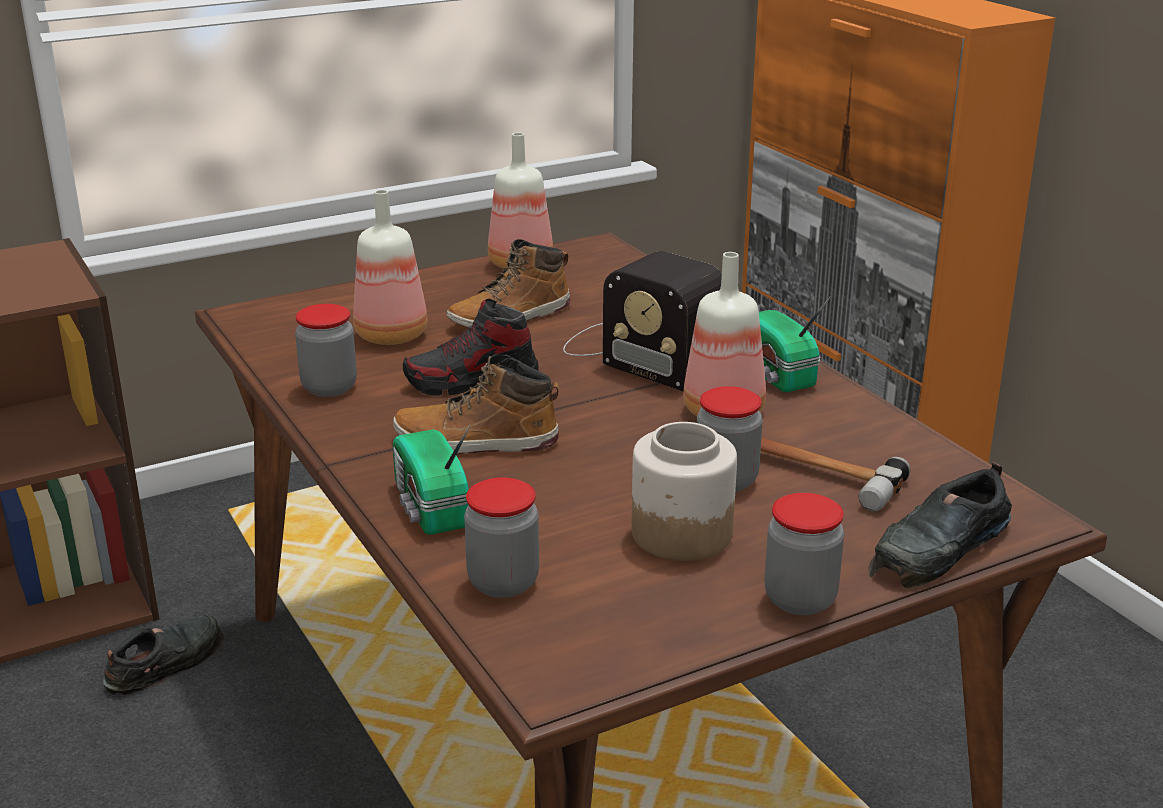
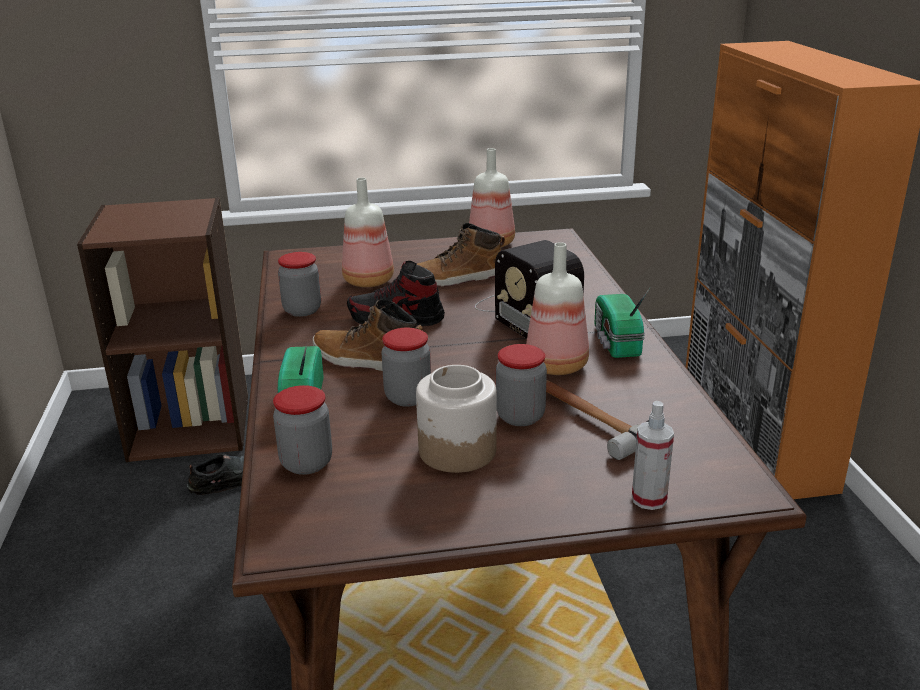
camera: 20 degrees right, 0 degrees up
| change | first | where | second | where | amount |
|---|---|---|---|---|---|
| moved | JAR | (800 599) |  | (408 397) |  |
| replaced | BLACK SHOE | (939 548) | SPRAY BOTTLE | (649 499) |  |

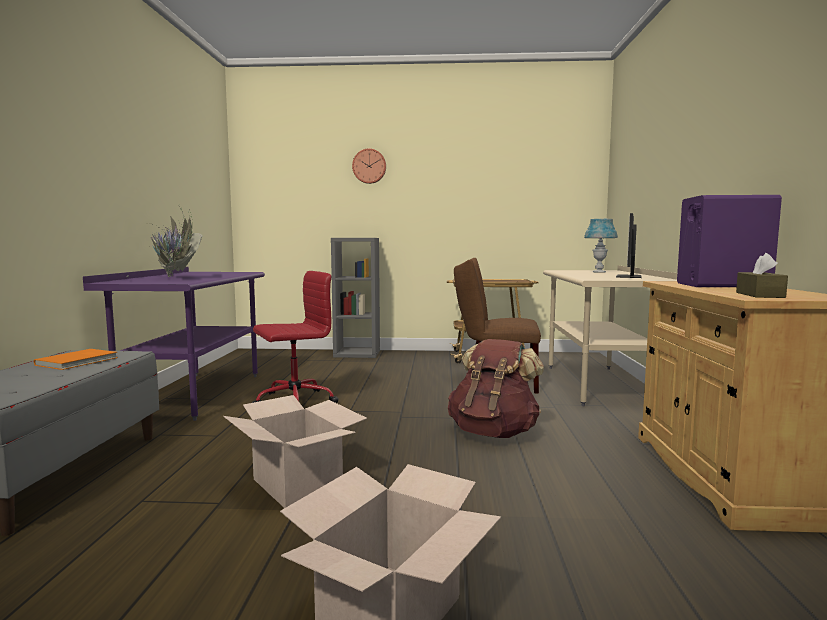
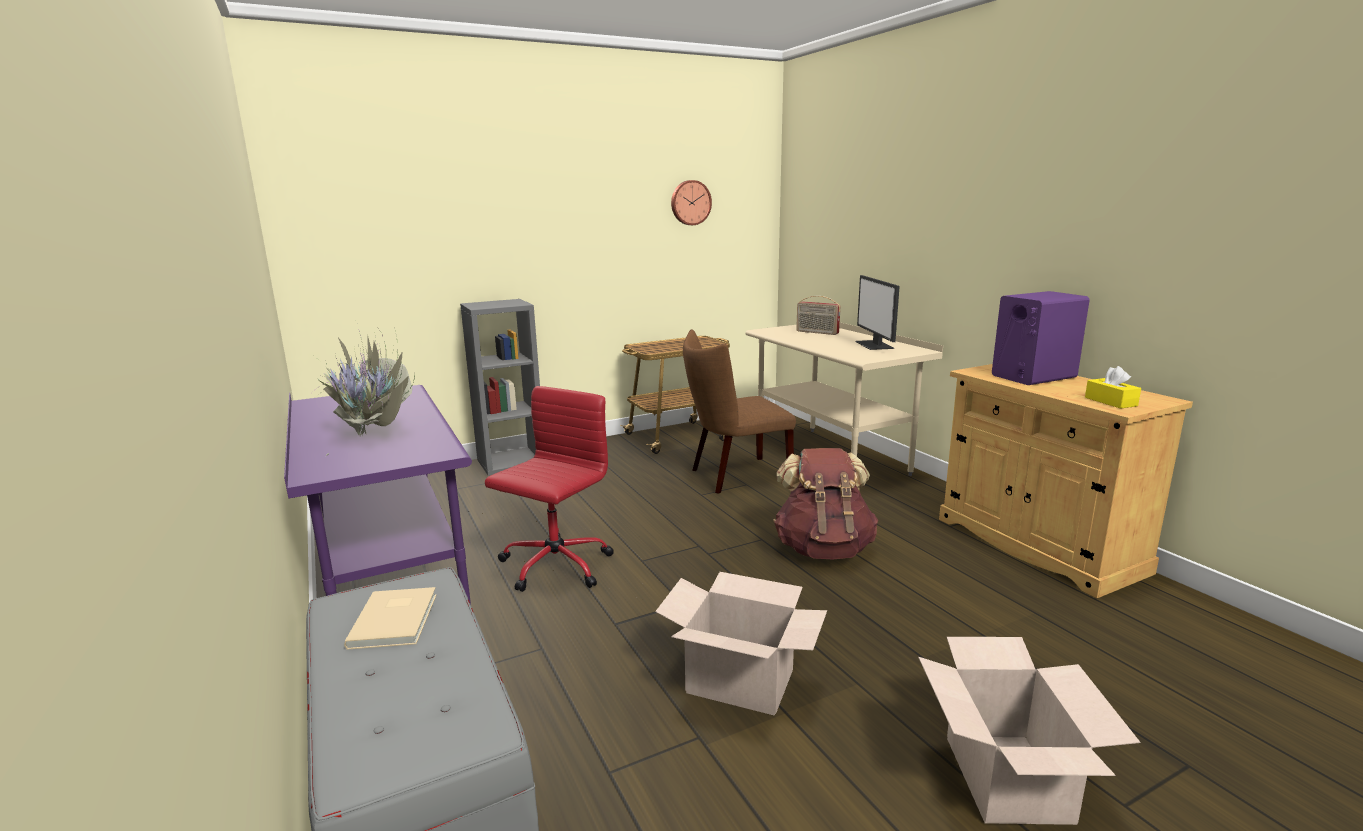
camera: 30 degrees left, 10 degrees up
| change | first | where | second | where | amount |
|---|---|---|---|---|---|
| moved | WALL CLOCK | (369 166) |  | (690 202) |  |
| replaced | BLUE TABLE LAMP | (599 272) | RADIO | (817 332) |  |
| recoloured | ORANGE BOOK | (79 361) | BEIGE BOOK | (397 619) |  |
| recoloured | BROWN TISSUE BOX | (759 295) | YELLOW TISSUE BOX | (1110 401) |  |

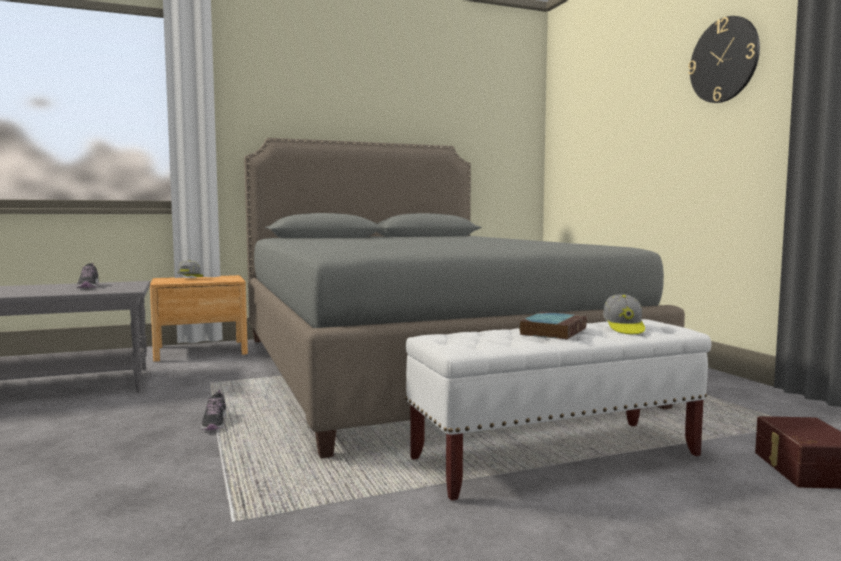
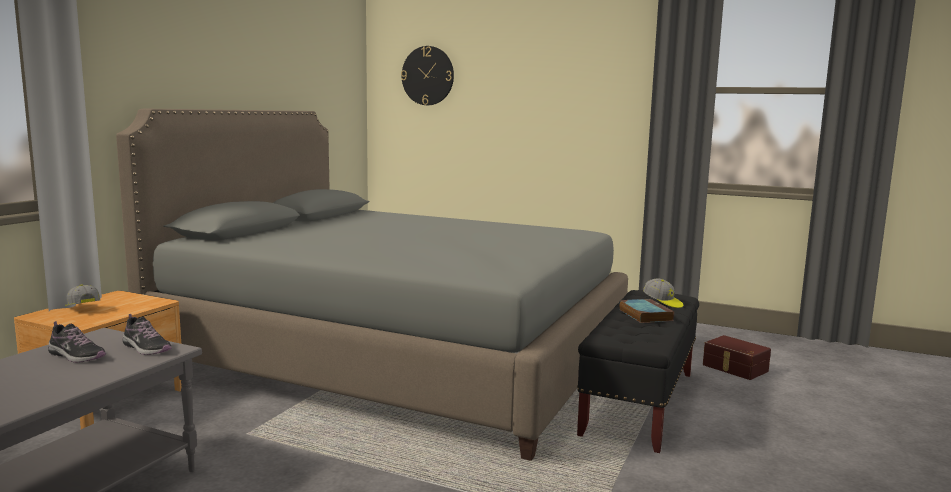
camera: 45 degrees left, 5 degrees up
| change | first | where | second | where | amount |
|---|---|---|---|---|---|
| moved | SHOE | (214 423) |  | (146 348) |  |
| moved | WALL CLOCK | (724 60) |  | (427 75) |  |
| recoloured | WHITE BENCH | (556 457) | BLACK BENCH | (639 403) |  |

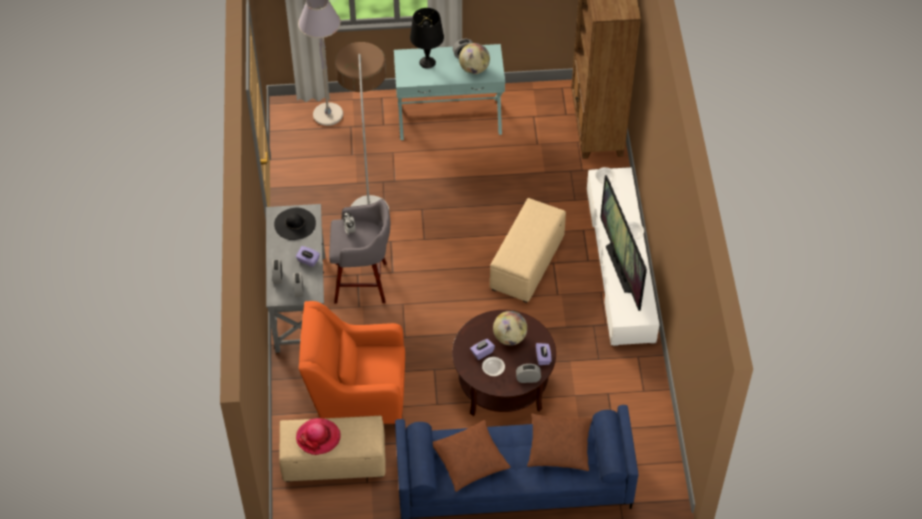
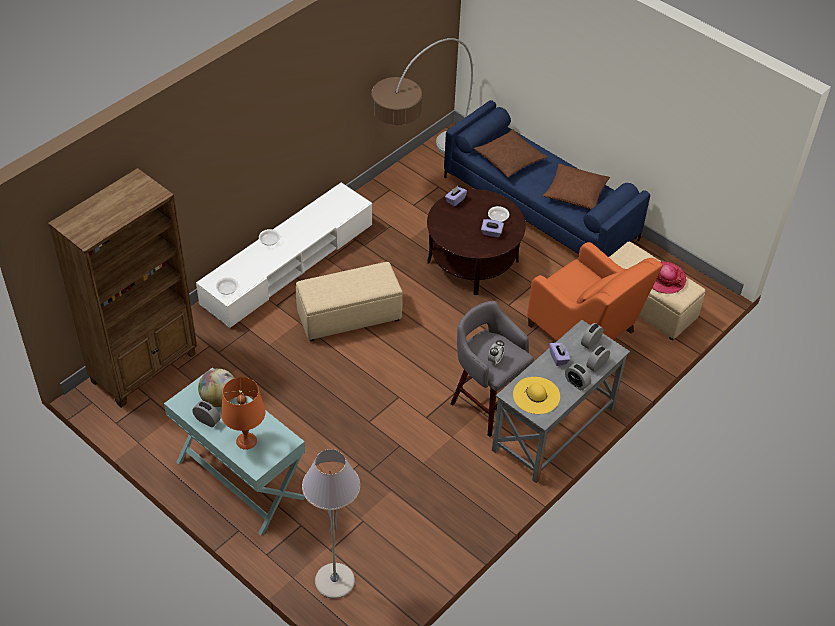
camera: 135 degrees left, 5 degrees down
| change | first | where | second | where | amount |
|---|---|---|---|---|---|
| removed | GLOBE | (509 337) |  |  |  |
| removed | TELEVISION | (621 267) |  |  |  |
| moved | FLOOR LAMP | (367 171) |  | (420 169) |  |
| moved | ALARM CLOCK | (528 379) |  | (576 383) |  |
| recoloured | BLACK HAT | (295 224) | YELLOW HAT | (536 395) |  |
| recoloured | BLACK TABLE LAMP | (427 62) | ORANGE TABLE LAMP | (247 441) |  |

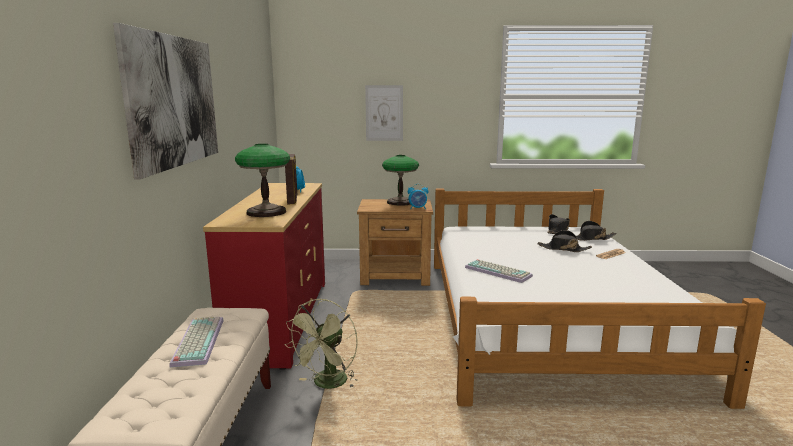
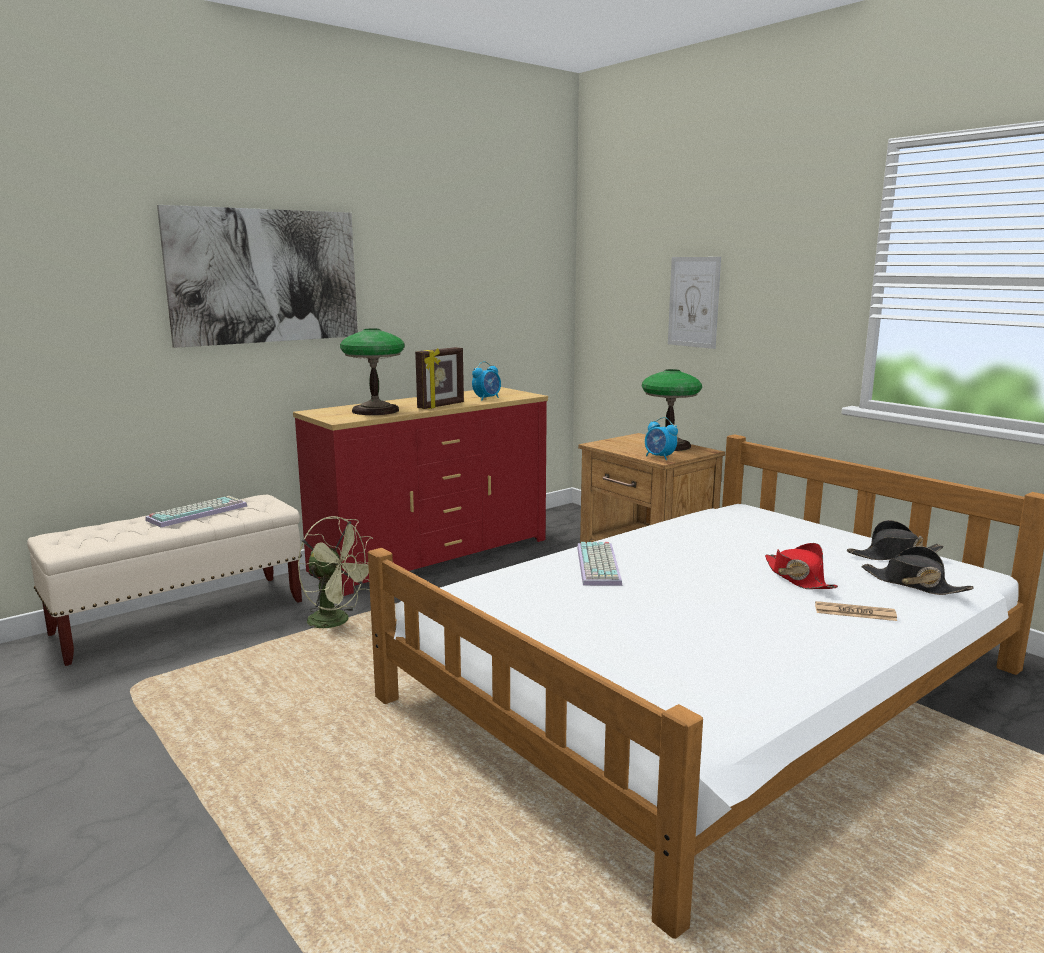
camera: 50 degrees right, 0 degrees up
| change | first | where | second | where | amount |
|---|---|---|---|---|---|
| recoloured | BLACK HAT | (563 249) | RED HAT | (797 578) |  |
| turned | GREEN FAN | (327 384) |  | (337 622) | 135 degrees counterclockwise |

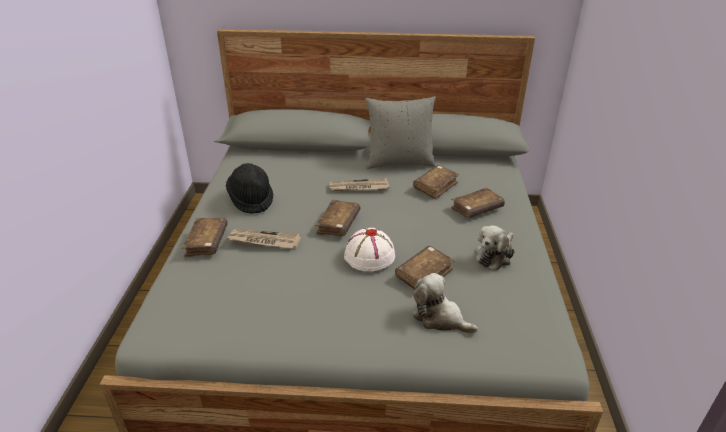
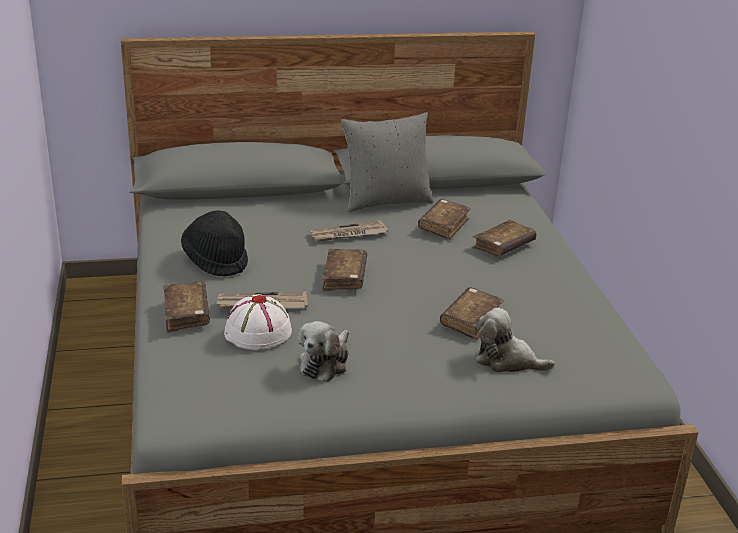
camera: 15 degrees left, 5 degrees down
| change | first | where | second | where | amount |
|---|---|---|---|---|---|
| moved | WHITE HAT | (369 256) |  | (257 332) |  |
| moved | PLUSH TOY | (495 255) |  | (325 363) |  |

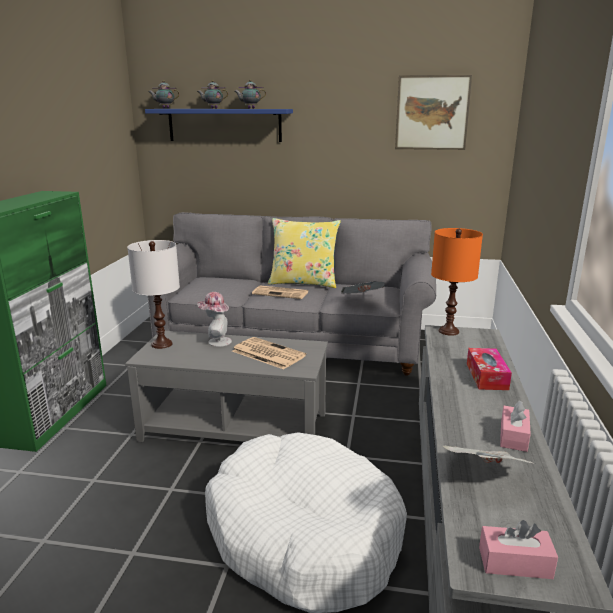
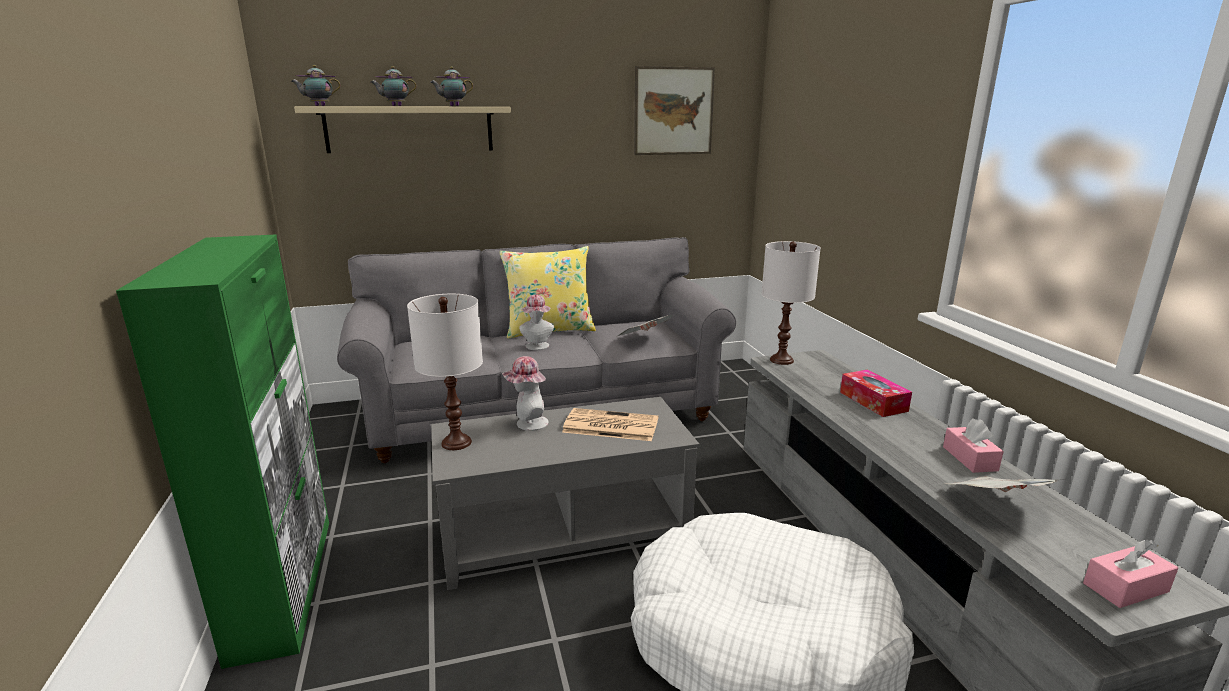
camera: 25 degrees left, 0 degrees up
| change | first | where | second | where | amount |
|---|---|---|---|---|---|
| replaced | NEWSPAPER | (281 293) | HAT | (537 347) |  |
| recoloured | BLUE SHELF | (224 125) | BEIGE SHELF | (410 129) |  |
| recoloured | ORANGE TABLE LAMP | (449 331) | WHITE TABLE LAMP | (782 360) |  |

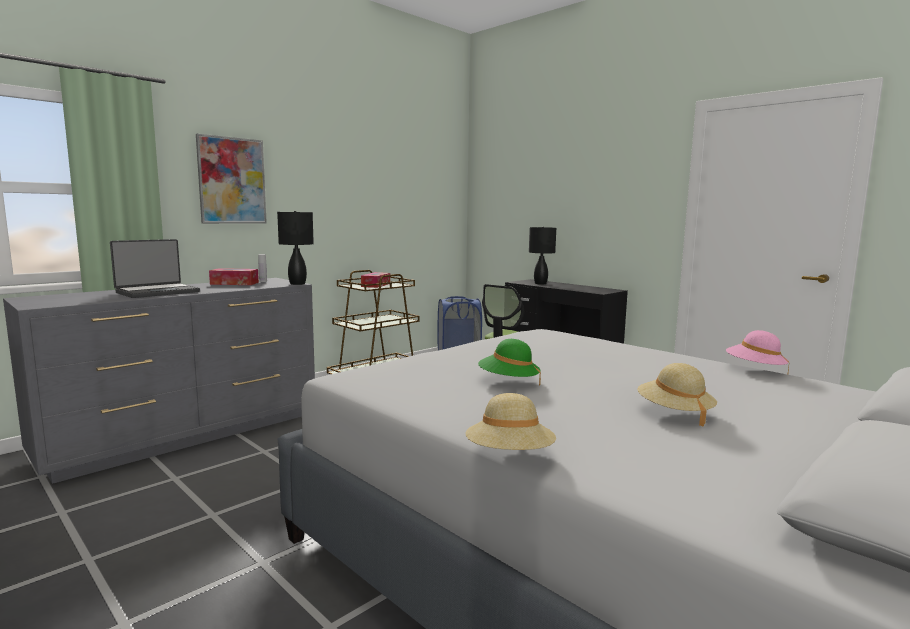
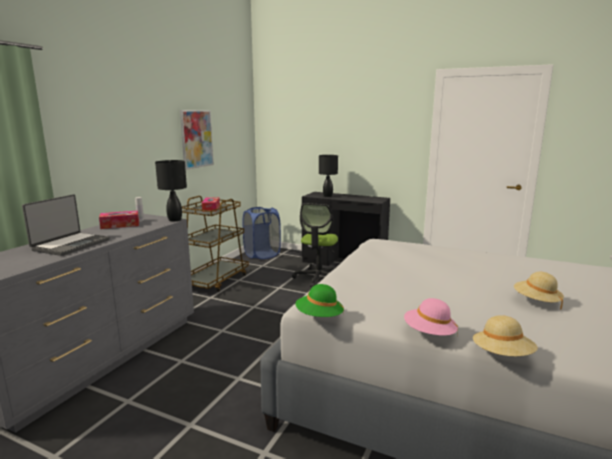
camera: 20 degrees left, 5 degrees up
| change | first | where | second | where | amount |
|---|---|---|---|---|---|
| moved | PICTURE | (232 181) |  | (196 139) |  |
| moved | GREEN HAT | (508 382) |  | (319 317) |  |
| moved | PINK HAT | (755 369) |  | (429 334) |  |

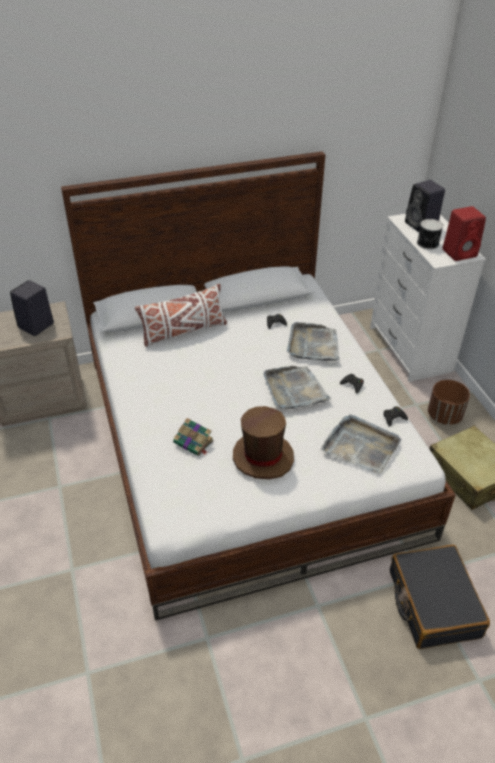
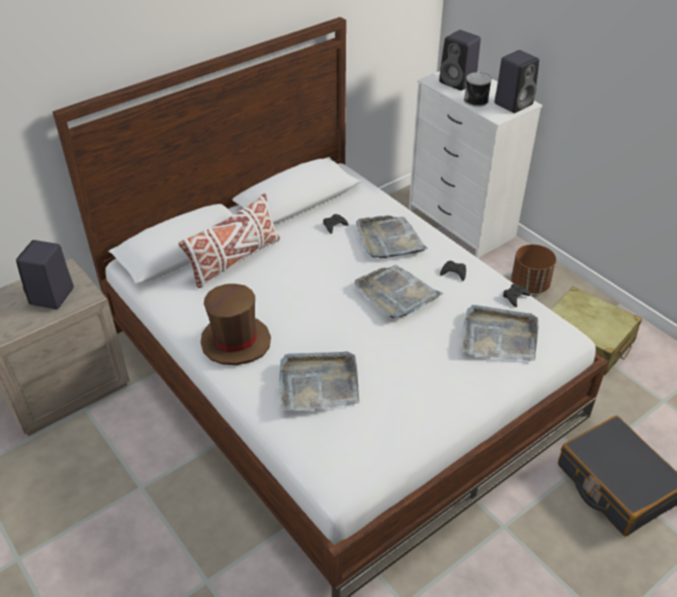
camera: 20 degrees left, 0 degrees up
| change | first | where | second | where | amount |
|---|---|---|---|---|---|
| moved | BROWN HAT | (263 457) |  | (235 342) |  |
| replaced | BOOK | (194 442) | GREY TRAY | (318 383) |  |
| recoloured | RED SPEAKER | (460 252) | BLACK SPEAKER | (514 103) |  |

